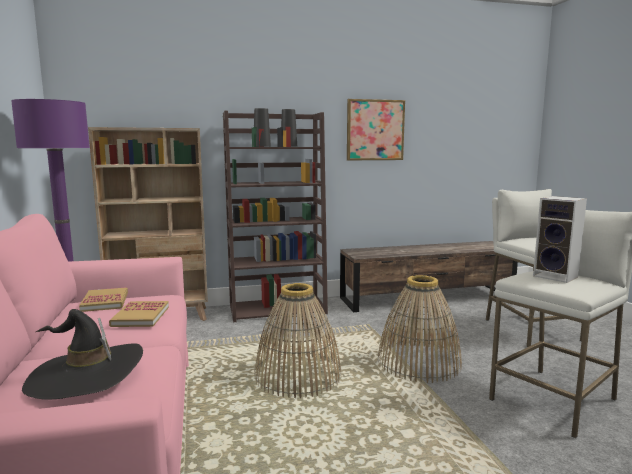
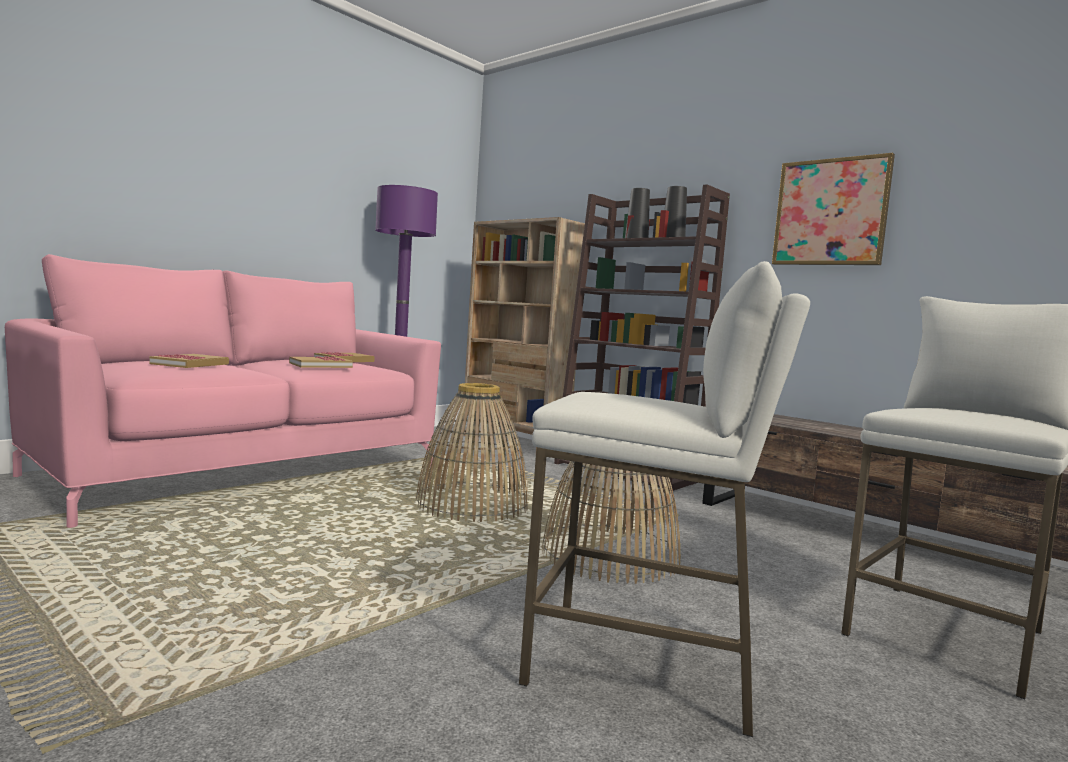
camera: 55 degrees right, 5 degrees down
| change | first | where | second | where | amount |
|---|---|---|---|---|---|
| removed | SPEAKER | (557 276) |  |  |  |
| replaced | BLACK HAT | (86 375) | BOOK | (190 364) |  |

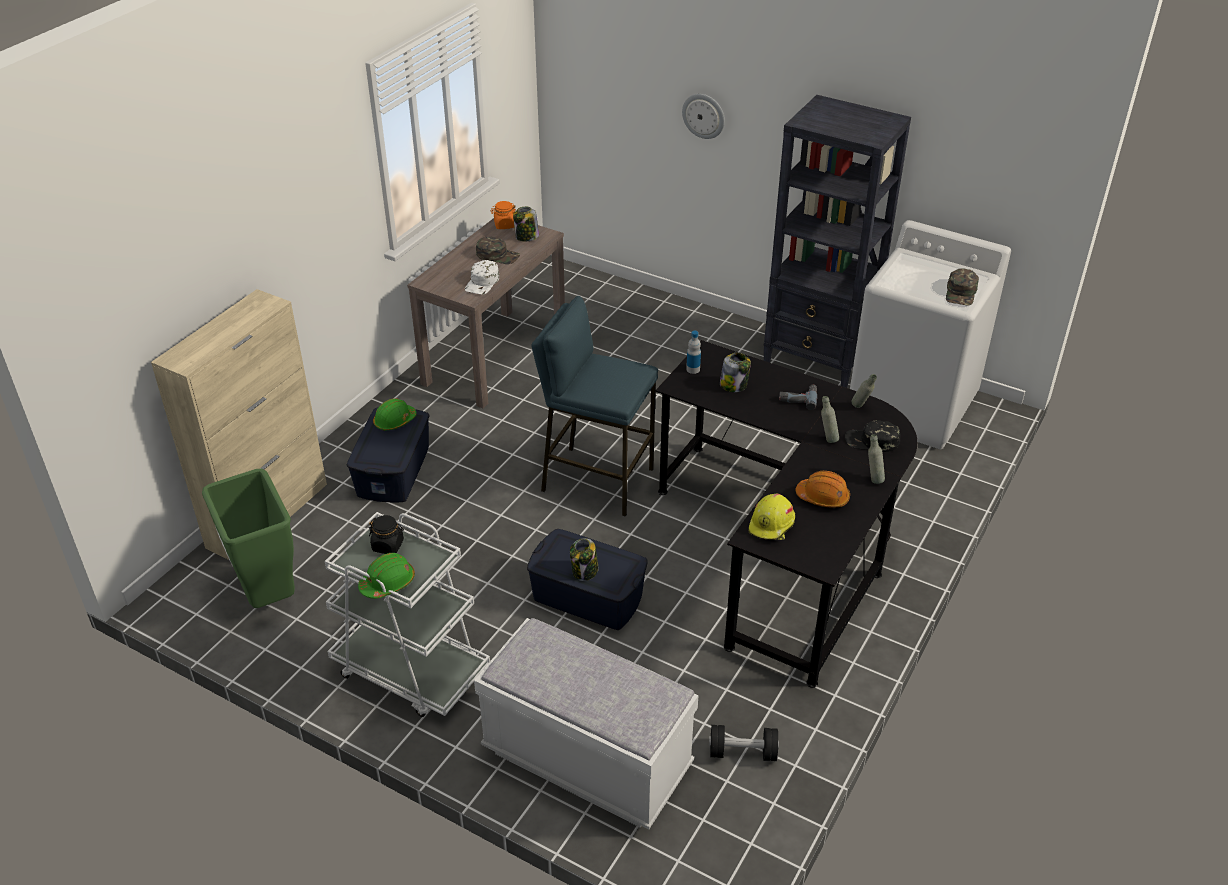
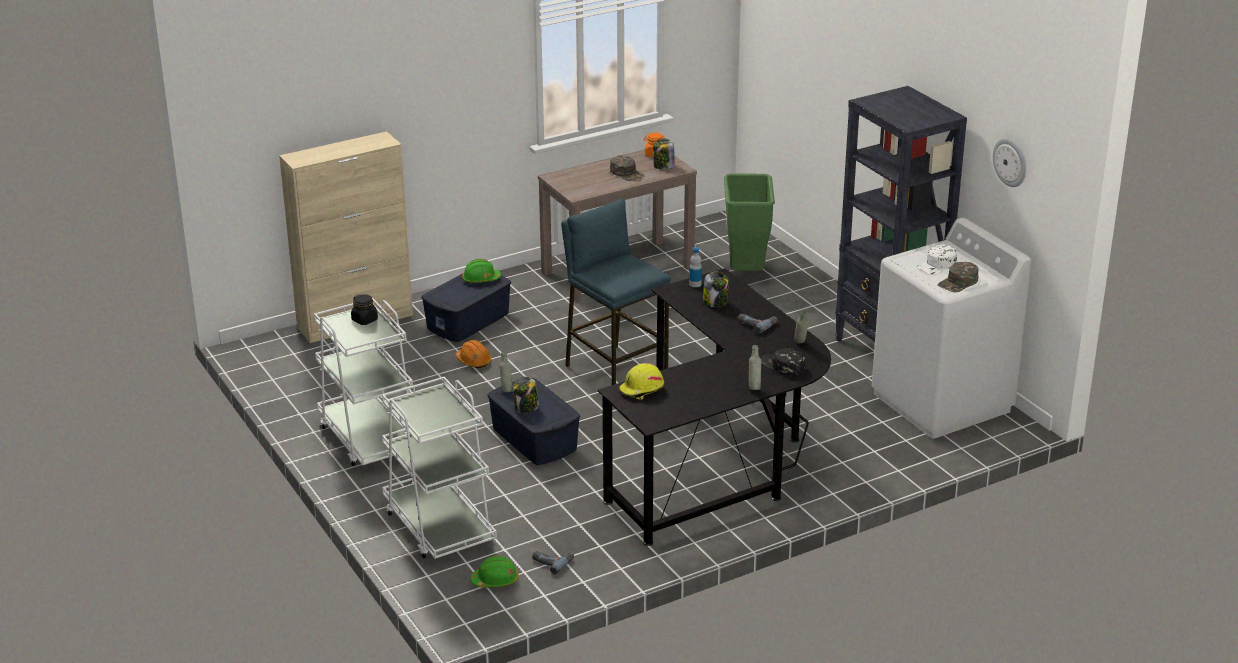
camera: 30 degrees right, 10 degrees down
| change | first | where | second | where | amount |
|---|---|---|---|---|---|
| moved | GREEN TRASH CAN | (268 595) |  | (745 272) |  |
| moved | GREEN HARD HAT | (388 583) |  | (495 581) |  |
| moved | WHITE CAP | (482 283) |  | (937 265) |  |
| moved | WALL CLOCK | (704 115) |  | (1010 162) |  |
| moved | ORANGE HARD HAT | (823 497) |  | (473 361) |  |
| moved | GREY BOTTLE | (827 438) |  | (506 390) |  |
| replaced | WHITE BENCH | (587 760) | WHITE CART | (439 527) |  |
| replaced | BLACK DUMBBELL | (742 752) | POWER DRILL | (552 561) |  |

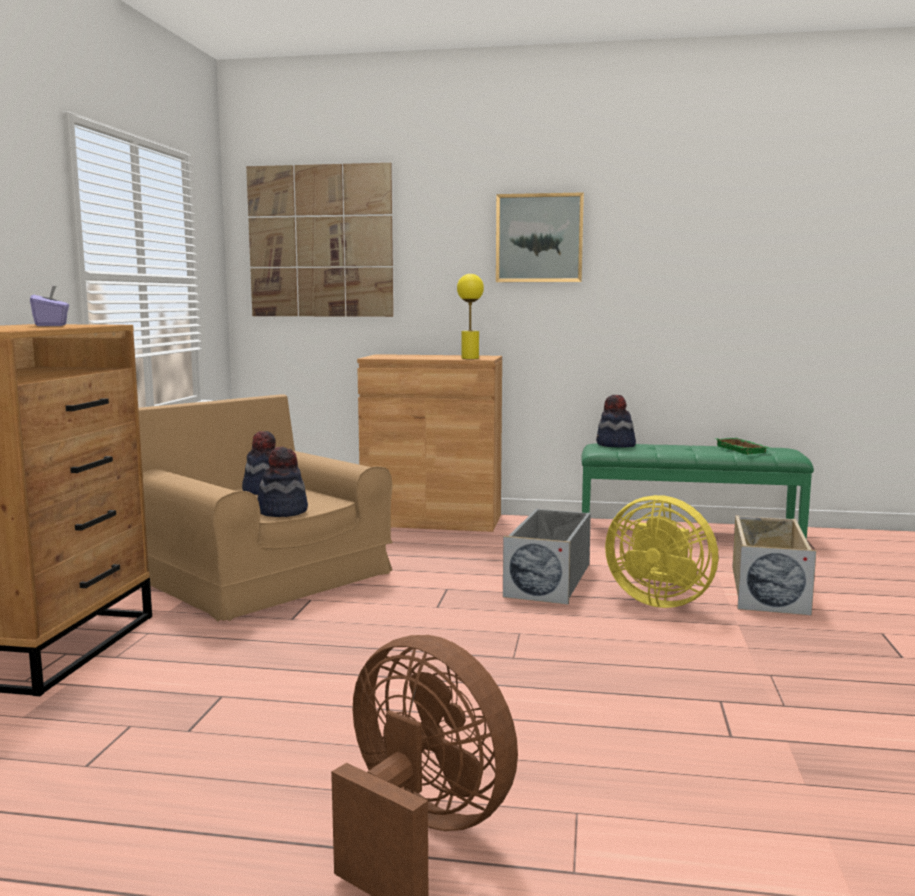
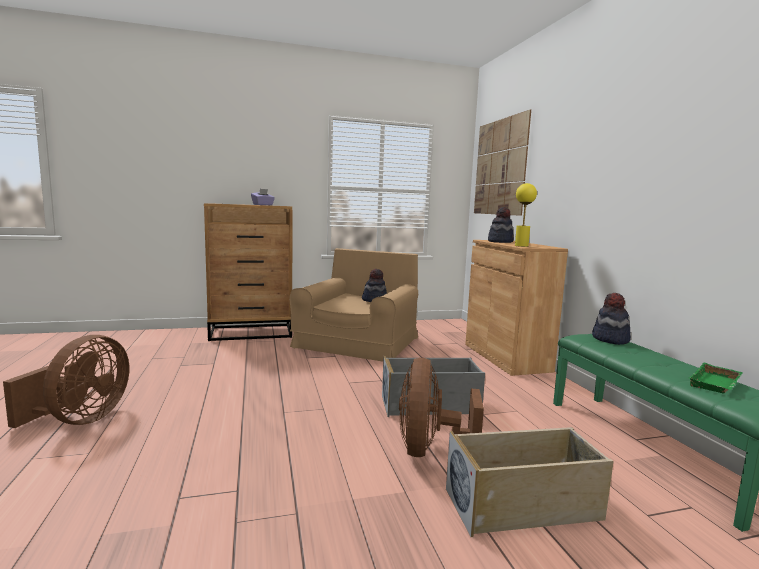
camera: 65 degrees right, 0 degrees up
| change | first | where | second | where | amount |
|---|---|---|---|---|---|
| removed | PICTURE | (539 238) |  |  |  |
| moved | HAT | (282 511) |  | (500 242) |  |
| recoloured | YELLOW FAN | (659 600) | BROWN FAN | (429 449) |  |

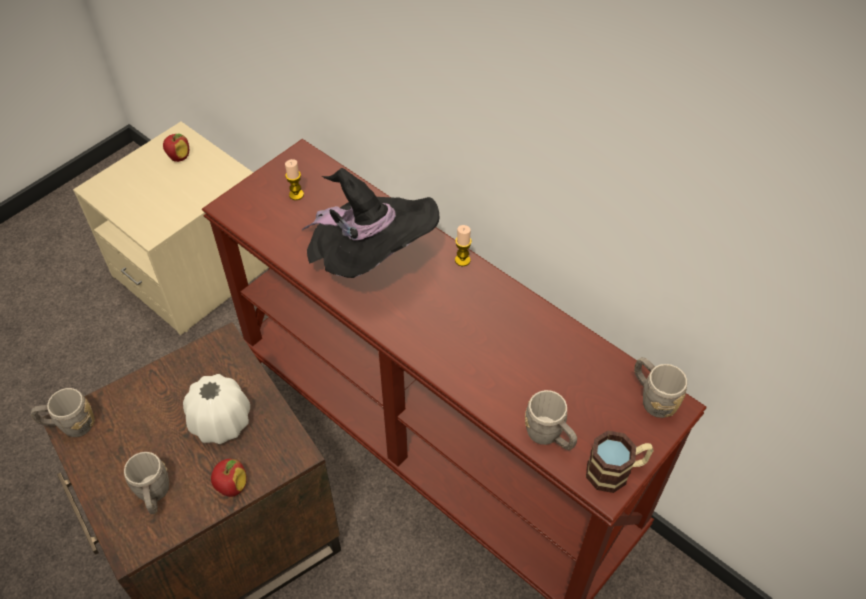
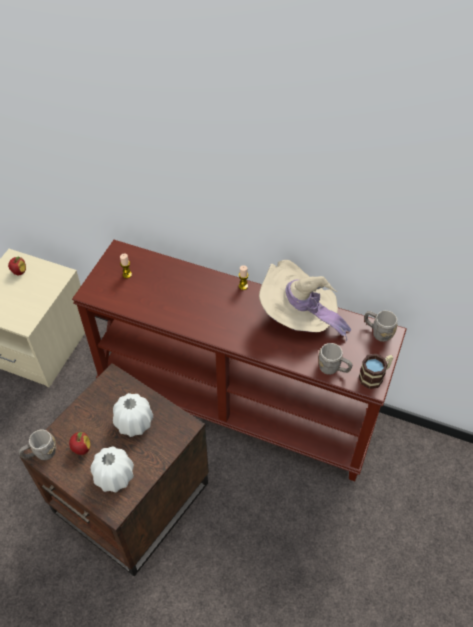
camera: 20 degrees left, 0 degrees up
| change | first | where | second | where | amount |
|---|---|---|---|---|---|
| removed | BLACK HAT | (370 260) |  |  |  |
| added |  |  | BEIGE HAT | (300 318) |  |
| moved | APPLE | (232 486) |  | (81 449) |  |
| replaced | GREY MUG | (154 495) | WHITE VASE | (114 476) |  |

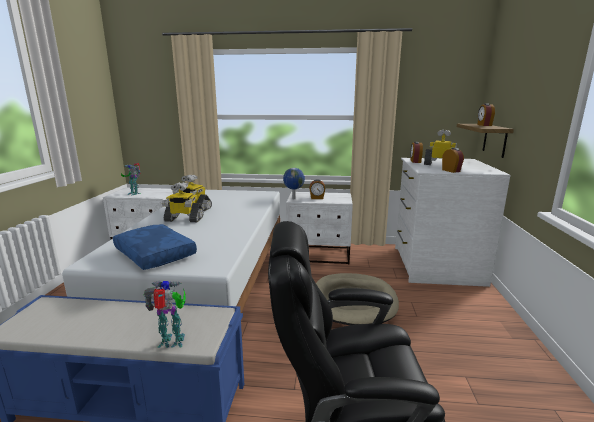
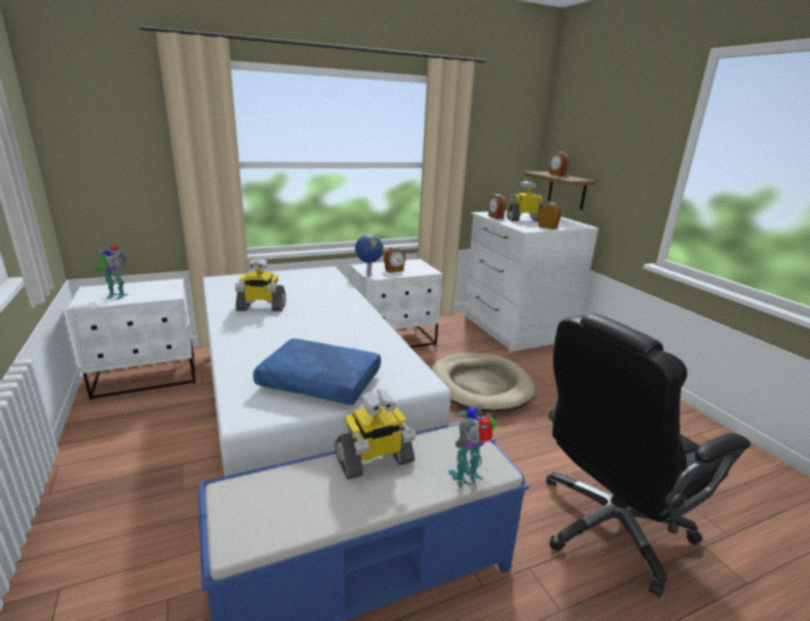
camera: 30 degrees left, 5 degrees up
| change | first | where | second | where | amount |
|---|---|---|---|---|---|
| moved | TOY ROBOT | (183 219) |  | (374 460) |  |

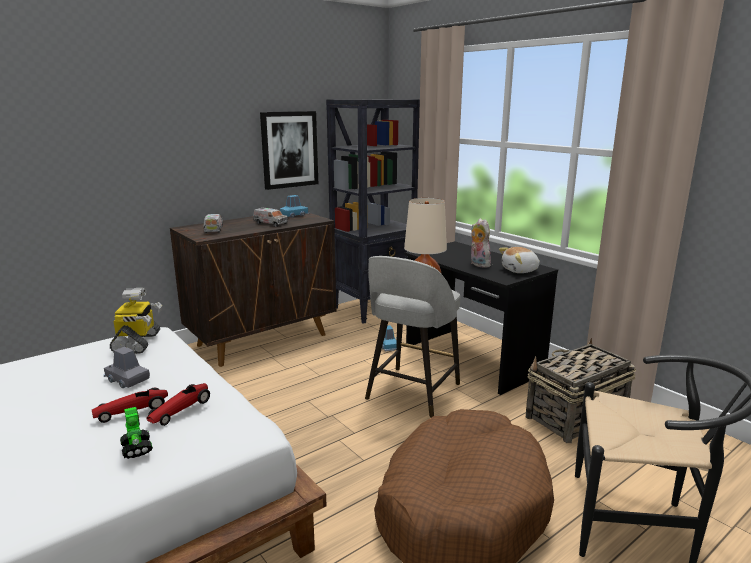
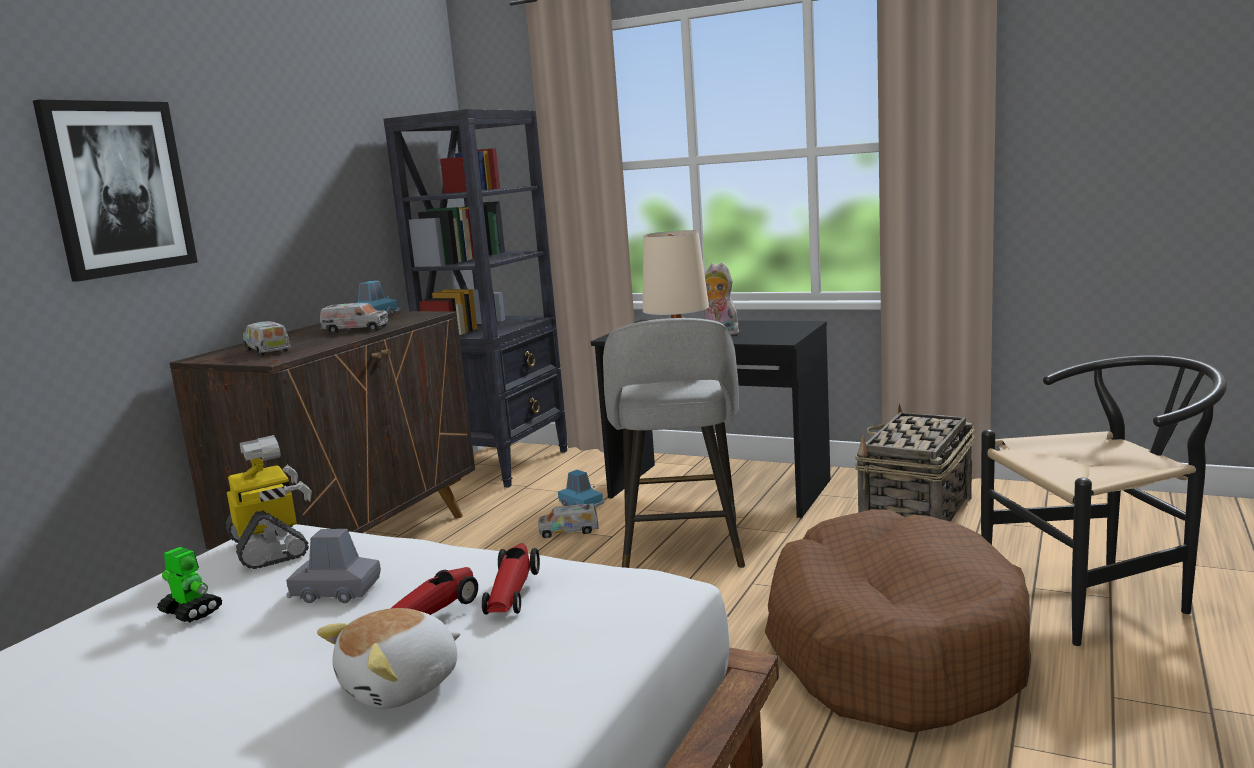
camera: 25 degrees left, 5 degrees down
| change | first | where | second | where | amount |
|---|---|---|---|---|---|
| added |  |  | TOY TRUCK | (569 531) |  |
| moved | TOY ROBOT | (136 448) |  | (191 612) |  |
| moved | PICTURE | (289 149) |  | (118 188) |  |
| moved | PLUSH TOY | (520 270) |  | (402 686) |  |

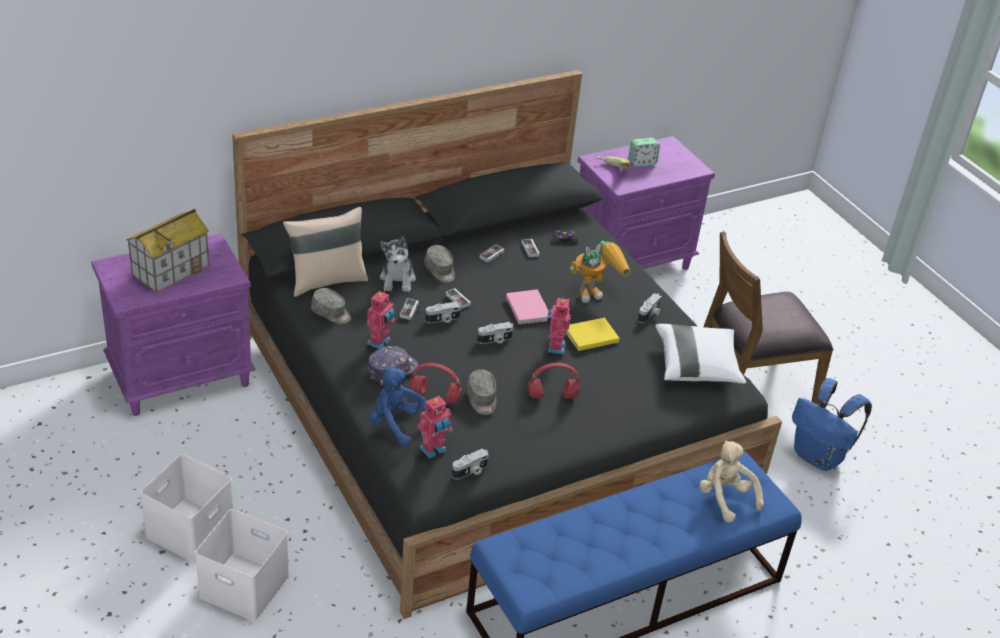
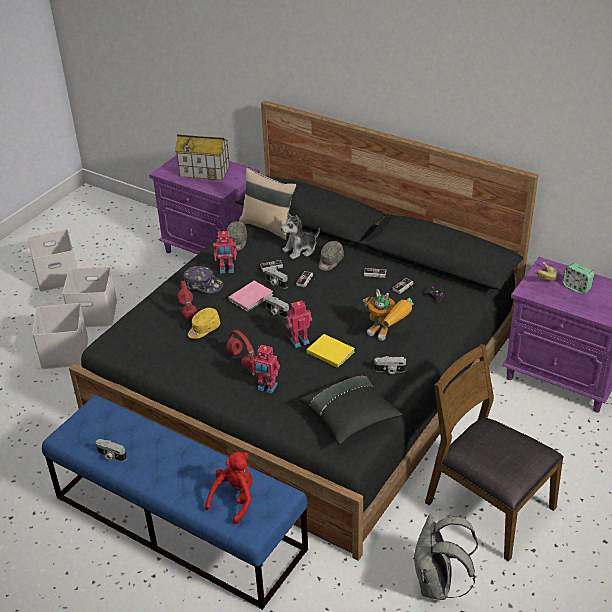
camera: 65 degrees right, 0 degrees up
| change | first | where | second | where | amount |
|---|---|---|---|---|---|
| removed | BLUE PLUSH TOY | (397 424) |  |  |  |
| added |  |  | WHITE STORAGE BOX | (58 275) |  |
| moved | TOY ROBOT | (433 450) |  | (267 388) |  |
| moved | PHOTO CAMERA | (470 471) |  | (111 456) |  |
| moved | PINK BOOK | (528 308) |  | (252 297) |  |
| recoloured | GREY CAP | (481 399) | YELLOW CAP | (203 329) |  |
| recoloured | WHITE PILLOW | (696 367) | BLACK PILLOW | (350 418) |  |
| recoloured | BEIGE PLUSH TOY | (725 498) | RED PLUSH TOY | (234 499) |  |
| recoloured | BLUE BACKPACK | (819 457) | GREY BACKPACK | (438 585) |  |

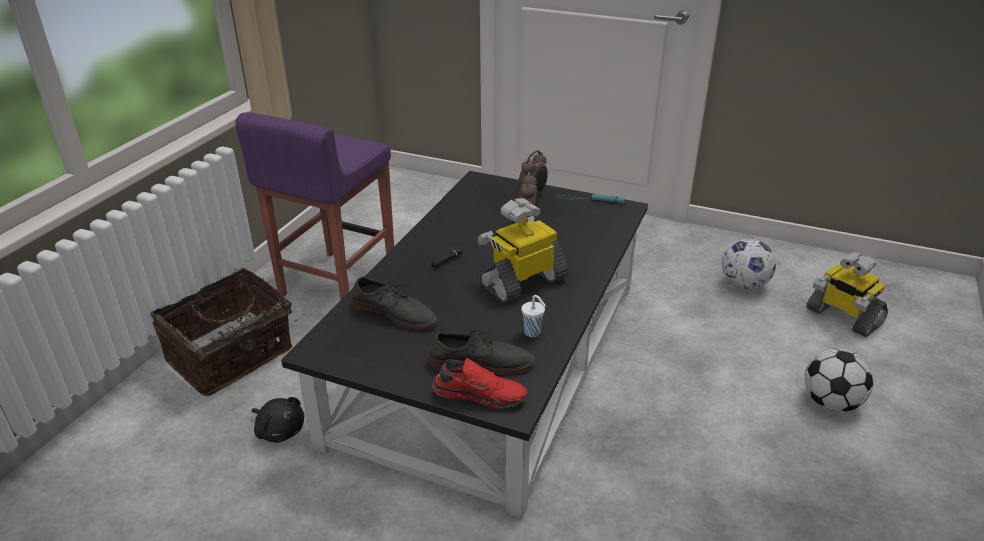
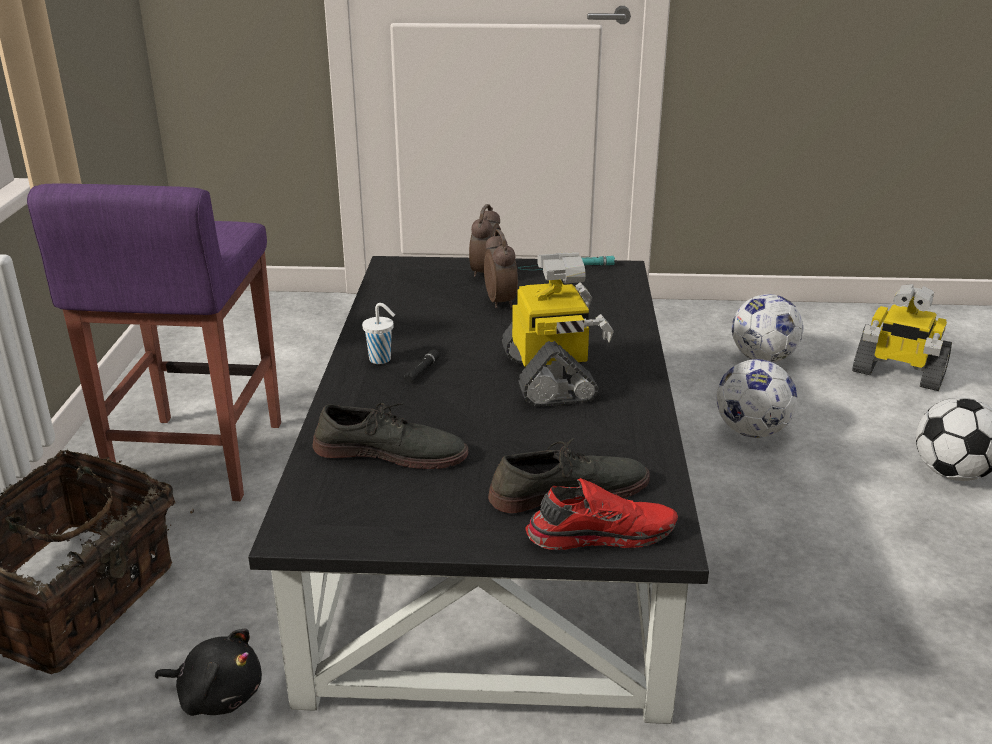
camera: 20 degrees left, 5 degrees down
| change | first | where | second | where | amount |
|---|---|---|---|---|---|
| added |  |  | FOOTBALL | (752 431) |  |
| moved | WHITE CUP | (533 333) |  | (381 360) |  |
| turned | TOY ROBOT | (522 281) |  | (550 377) | 135 degrees clockwise |

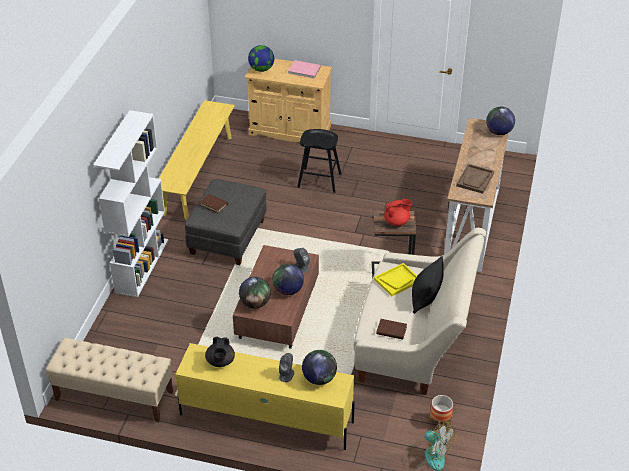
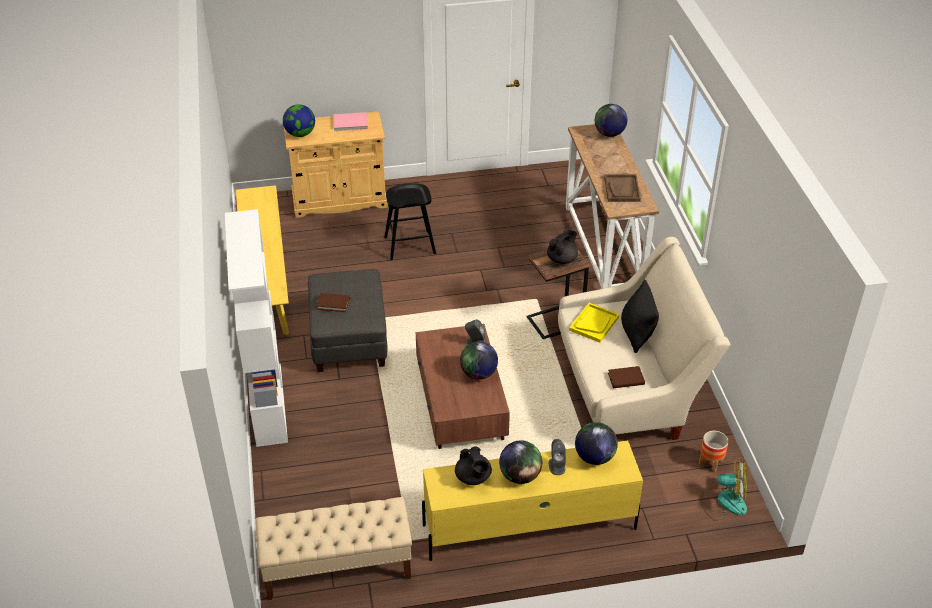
camera: 25 degrees left, 0 degrees up
| change | first | where | second | where | amount |
|---|---|---|---|---|---|
| moved | GLOBE | (255 303) |  | (520 476) |  |
| recoloured | RED TEAPOT | (397 222) | BLACK TEAPOT | (562 259) |  |

